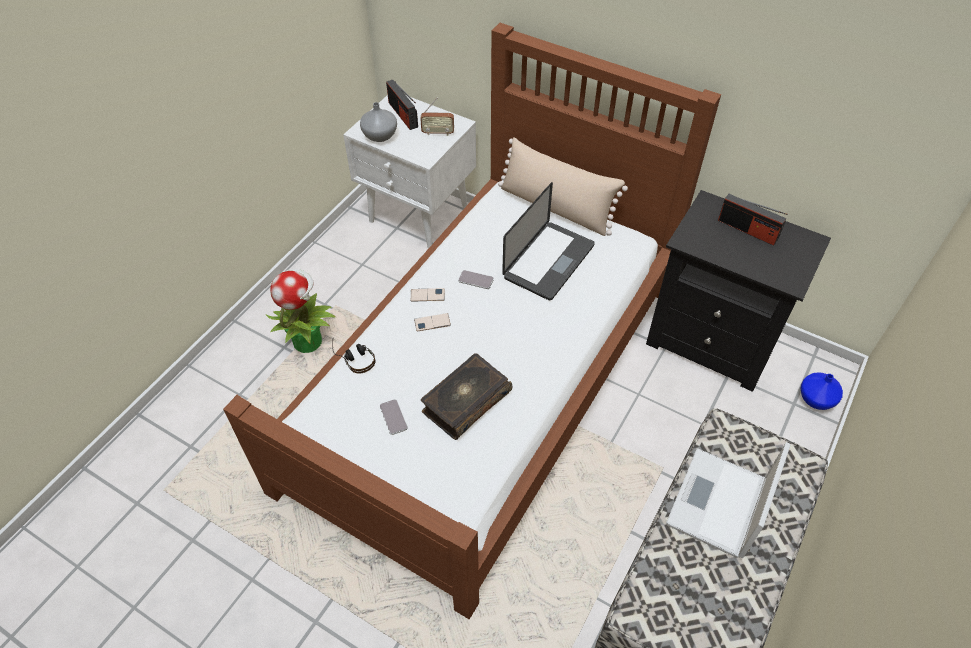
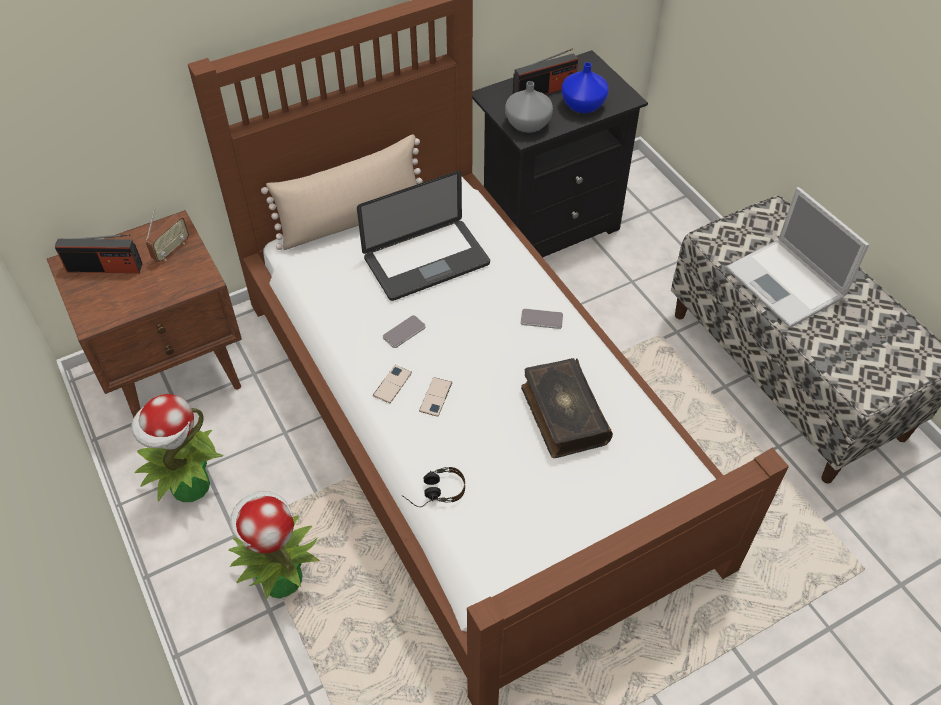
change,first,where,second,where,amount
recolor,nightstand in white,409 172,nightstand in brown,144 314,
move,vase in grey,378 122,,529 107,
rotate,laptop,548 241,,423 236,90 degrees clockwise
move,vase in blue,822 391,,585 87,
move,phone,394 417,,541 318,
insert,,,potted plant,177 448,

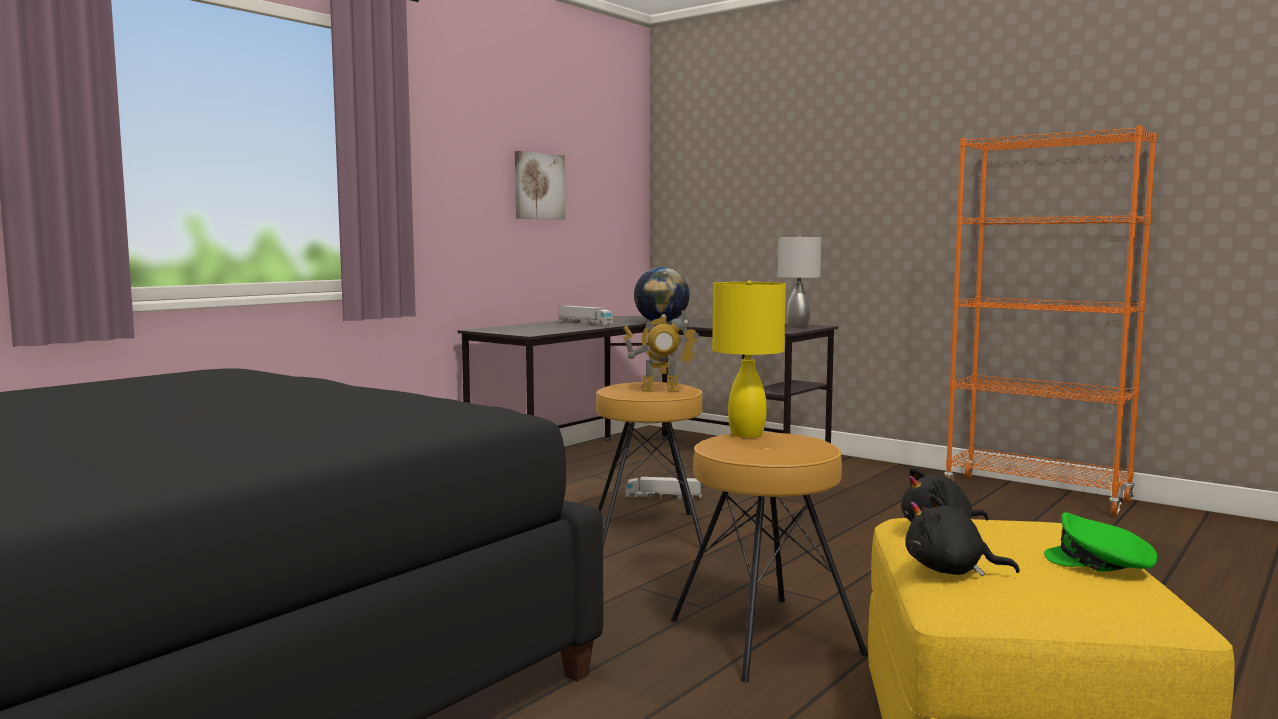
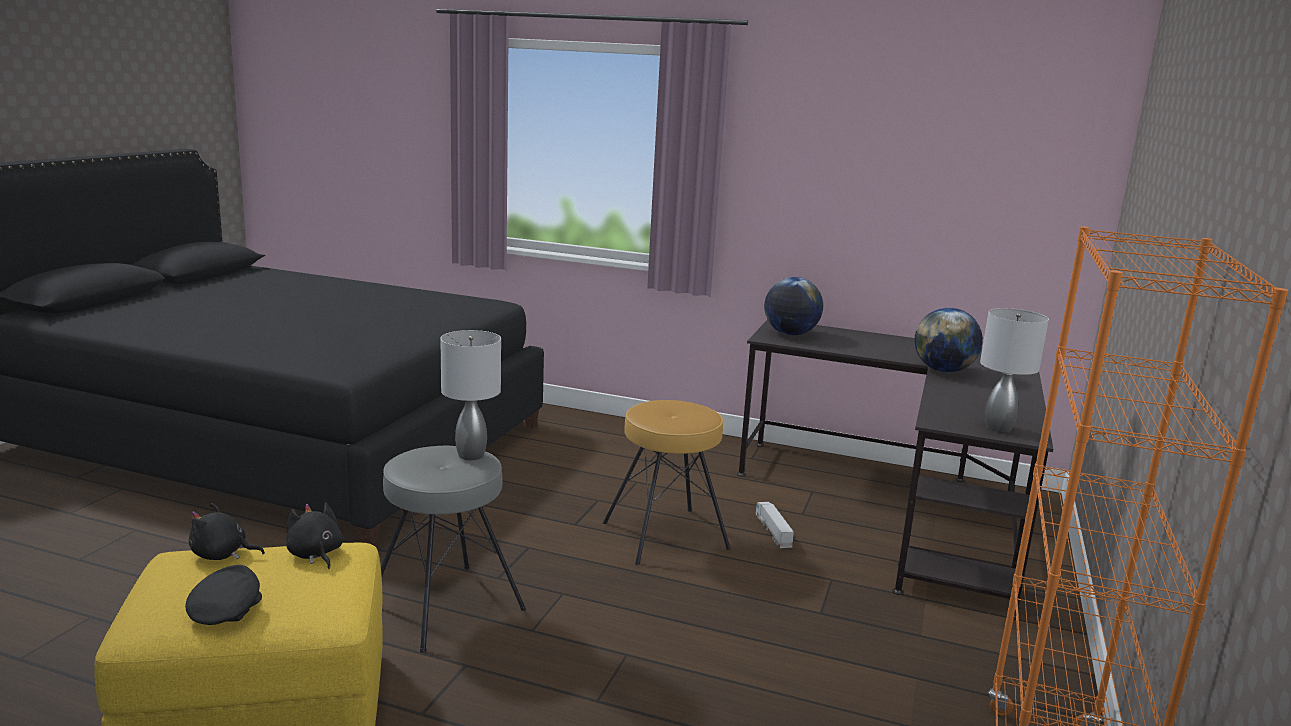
change,first,where,second,where,amount
delete,picture,540 185,,,
recolor,table lamp in yellow,749 359,table lamp in grey,470 395,
delete,toy truck,585 315,,,
delete,toy robot,661 351,,,
recolor,stool in brown,769 557,stool in grey,453 549,
rotate,plush toy in black,962 535,,227 531,90 degrees counterclockwise
recolor,cap in green,1100 541,cap in black,223 595,
insert,,,globe,793 306,

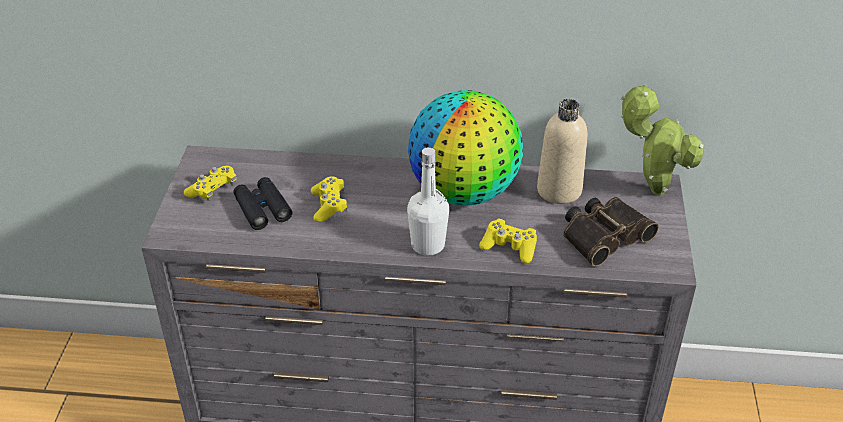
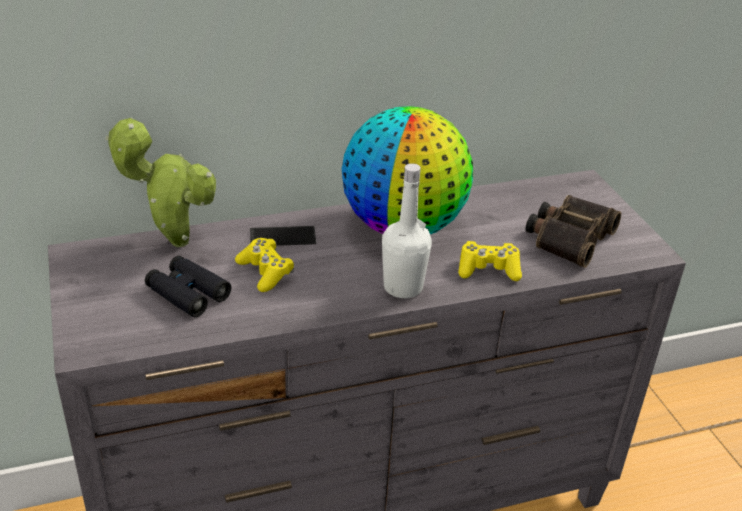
change,first,where,second,where,amount
move,potted plant,663 139,,160 182,
delete,bottle in beige,562 151,,,
delete,game controller in yellow,210 183,,,
insert,,,phone,283 236,

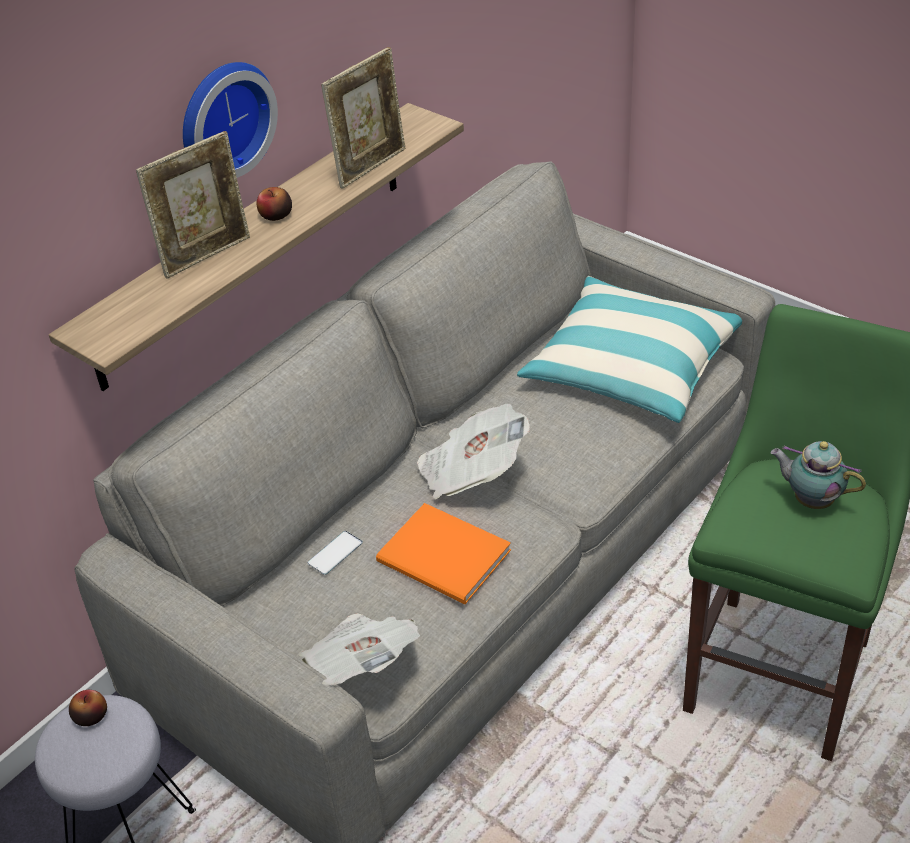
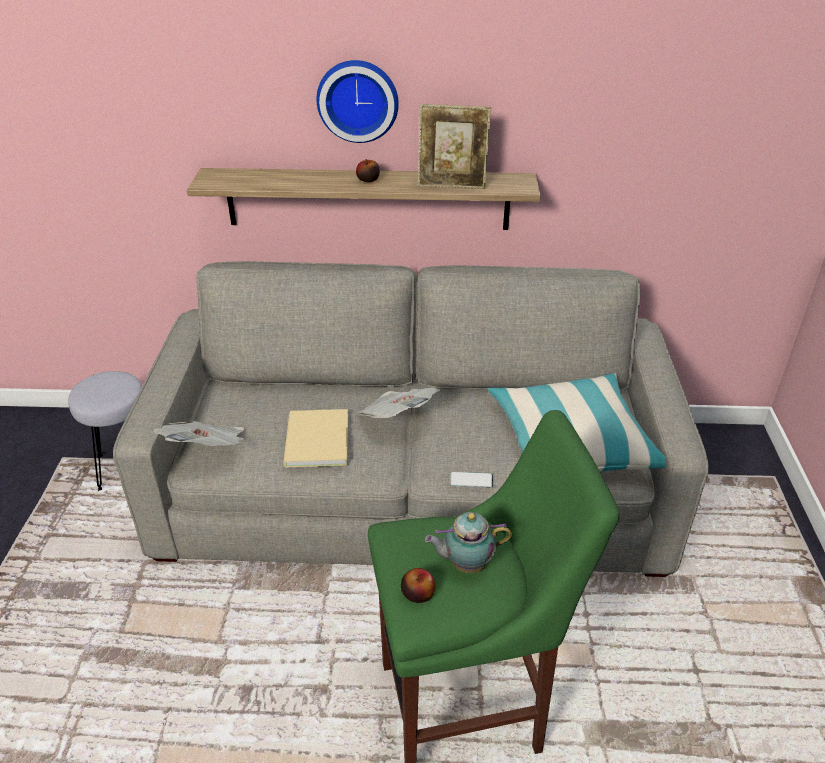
change,first,where,second,where,amount
delete,picture frame,193 205,,,
rotate,teapot,818 475,,468 542,90 degrees counterclockwise
recolor,book in orange,443 553,book in beige,315 438,
move,phone,335 553,,471 480,
move,apple,88 708,,418 585,

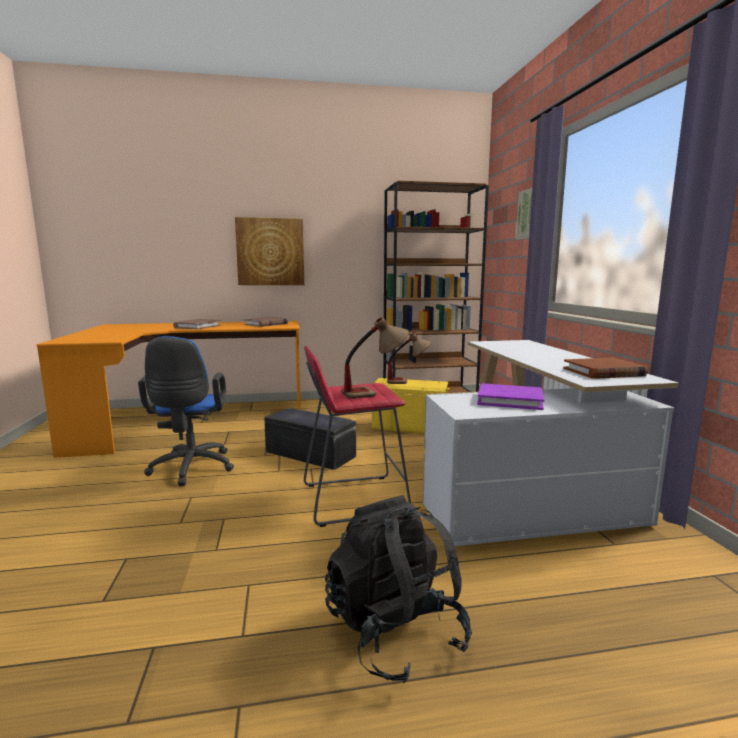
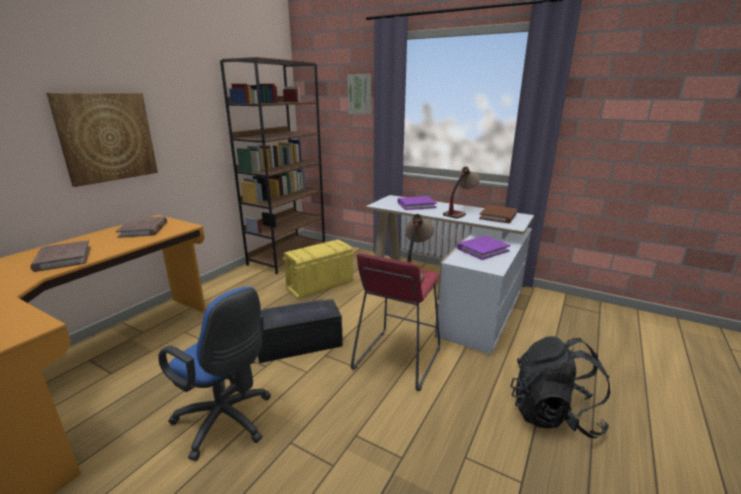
change,first,where,second,where,amount
move,table lamp,409 358,,461 192,
insert,,,book in purple,417 203,

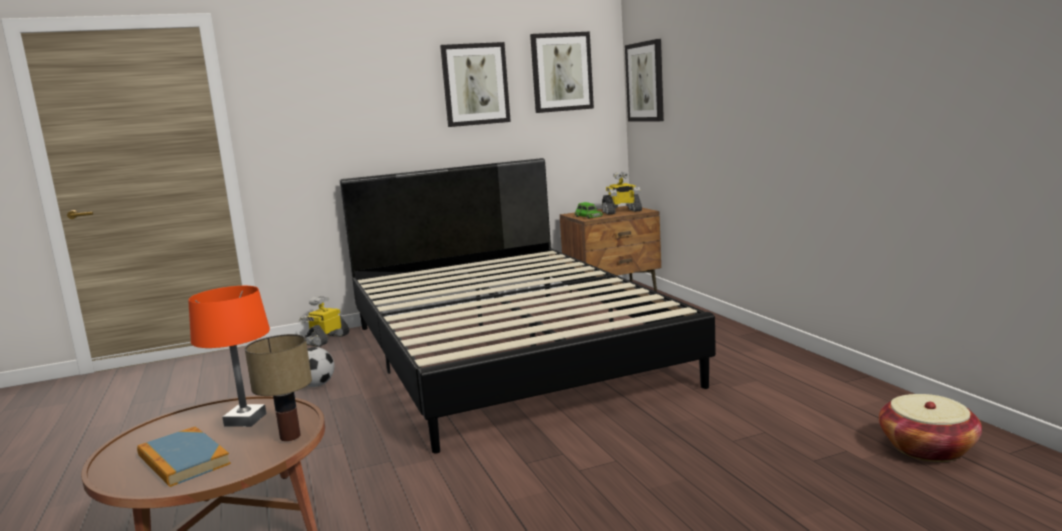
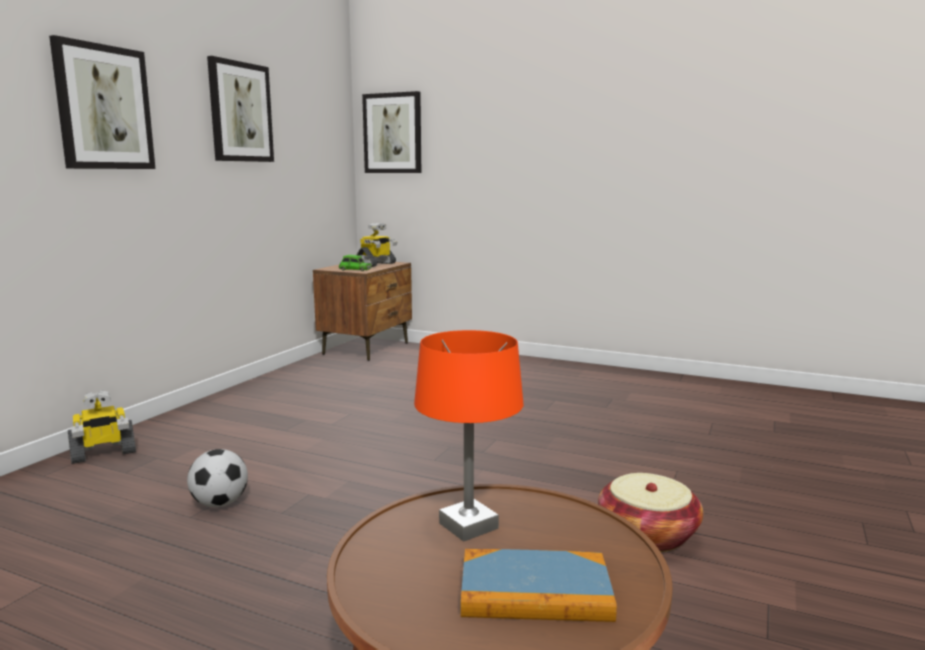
change,first,where,second,where,amount
move,picture,562 72,,102 102,
delete,bed in black,528 306,,,
rotate,toy robot,324 321,,102 427,105 degrees counterclockwise
delete,table lamp,278 387,,,
move,basket,930 428,,650 512,

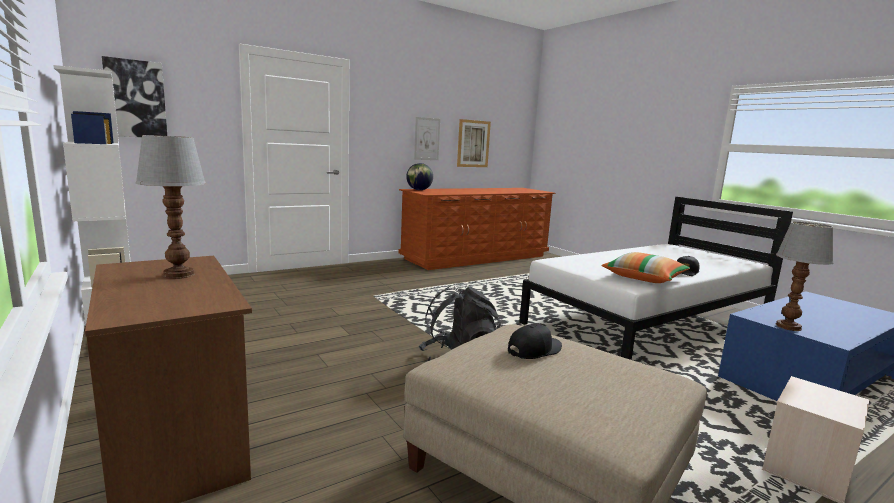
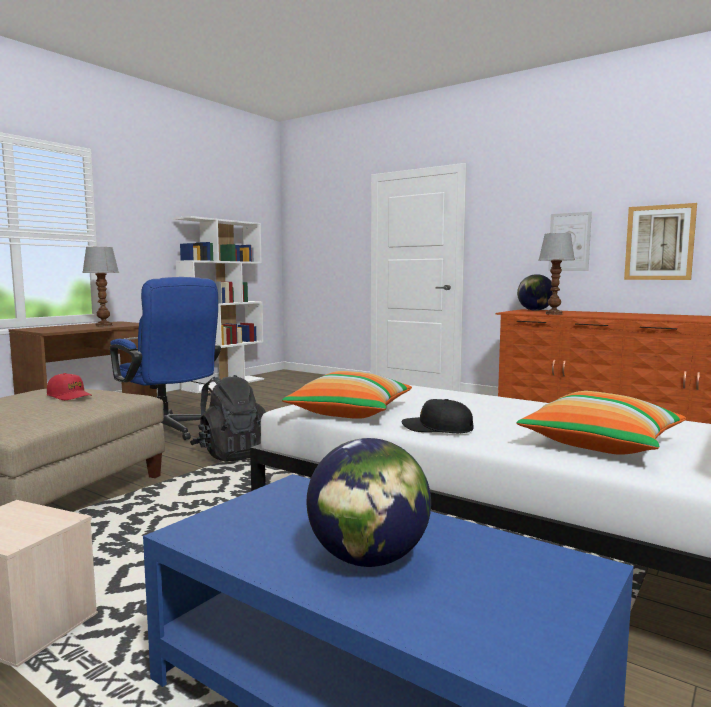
change,first,where,second,where,amount
delete,picture,134 96,,,
move,table lamp,804 276,,557 274,
recolor,cap in black,535 341,cap in red,69 386,
insert,,,office chair in blue,165 358,
insert,,,pillow,601 423,
insert,,,globe,368 502,

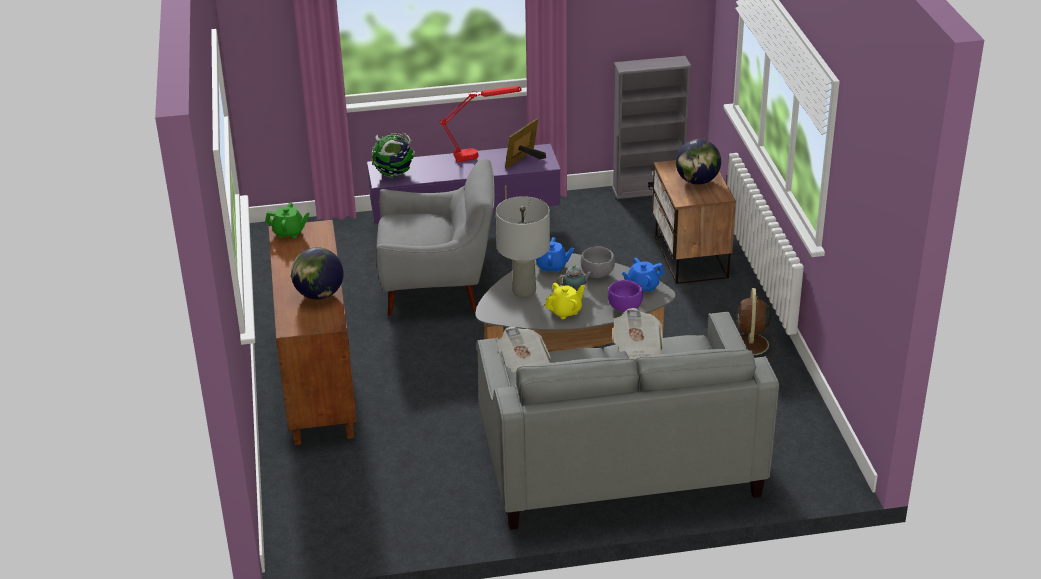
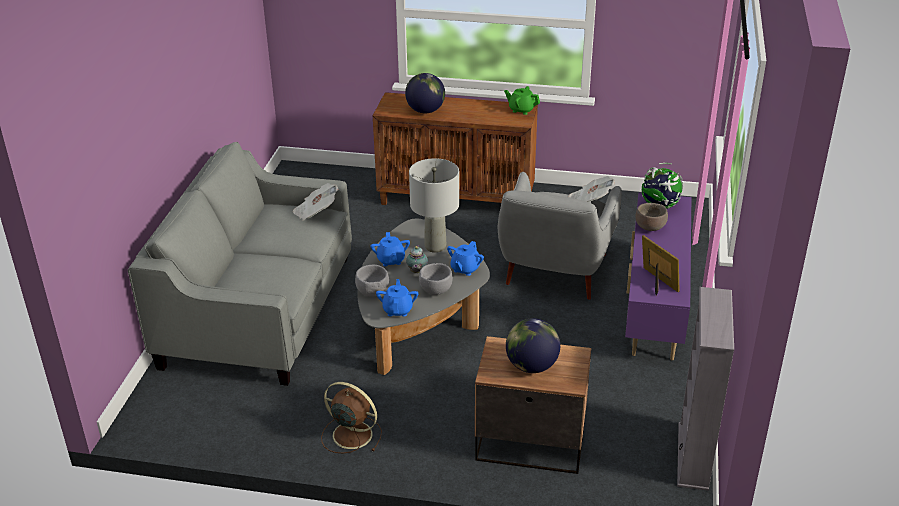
change,first,where,second,where,amount
delete,table lamp in red,480 124,,,
rotate,teapot in green,287 220,,522 100,90 degrees clockwise
recolor,bowl in purple,625 296,bowl in grey,372 280,
recolor,teapot in yellow,565 301,teapot in blue,390 249,
move,newspaper,637 334,,591 189,
insert,,,bowl in brown,651 217,

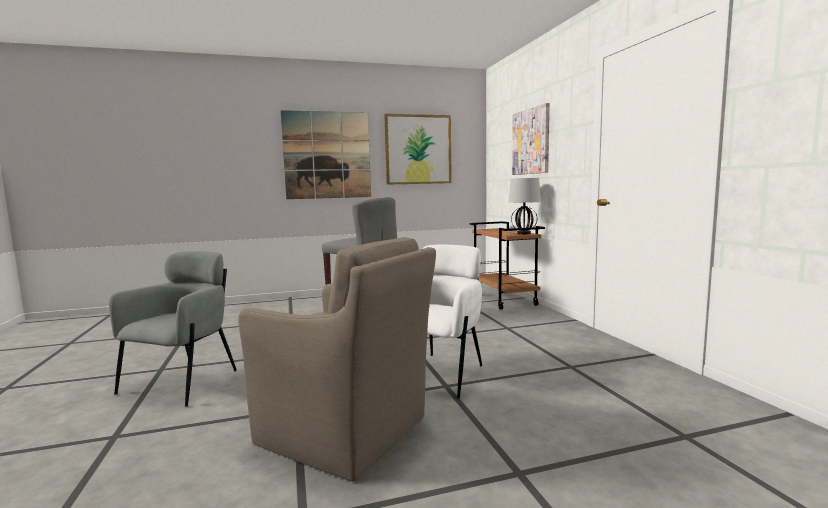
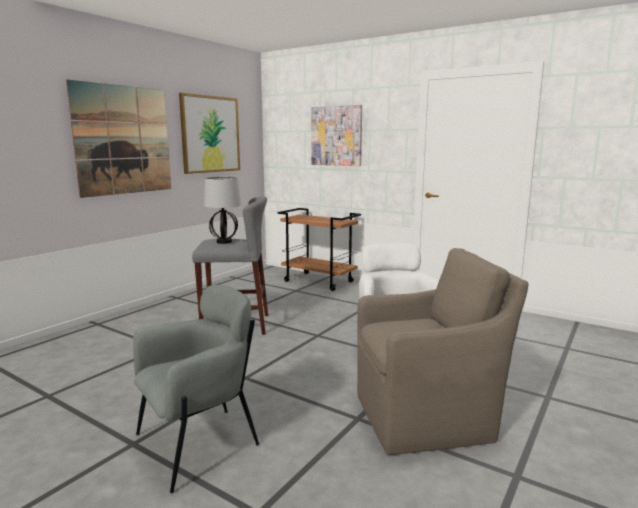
change,first,where,second,where,amount
move,table lamp,525 206,,222 210,
rotate,armchair in grey,173 329,,196 389,75 degrees clockwise

